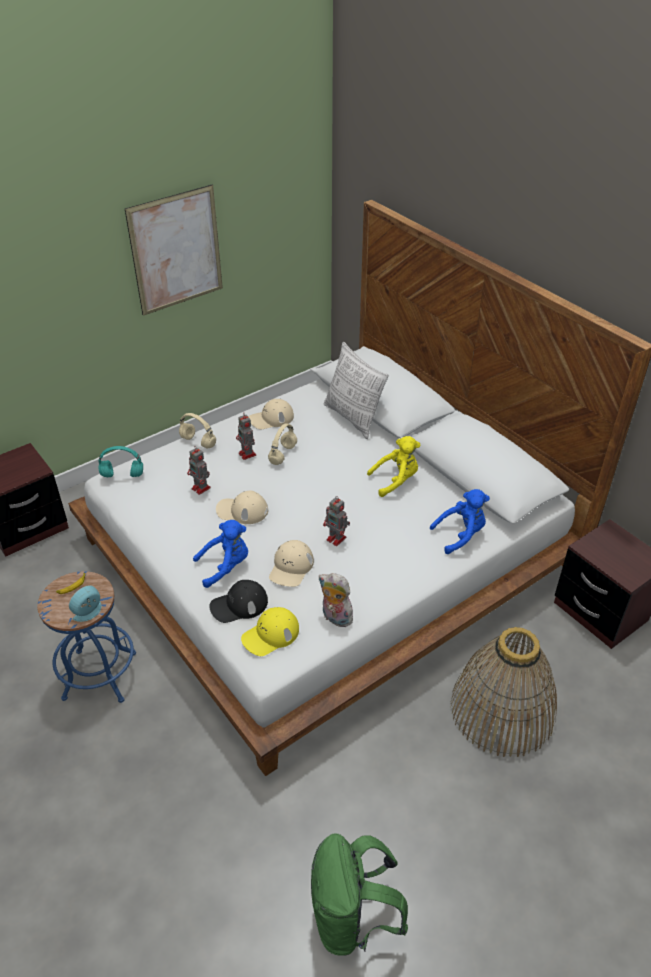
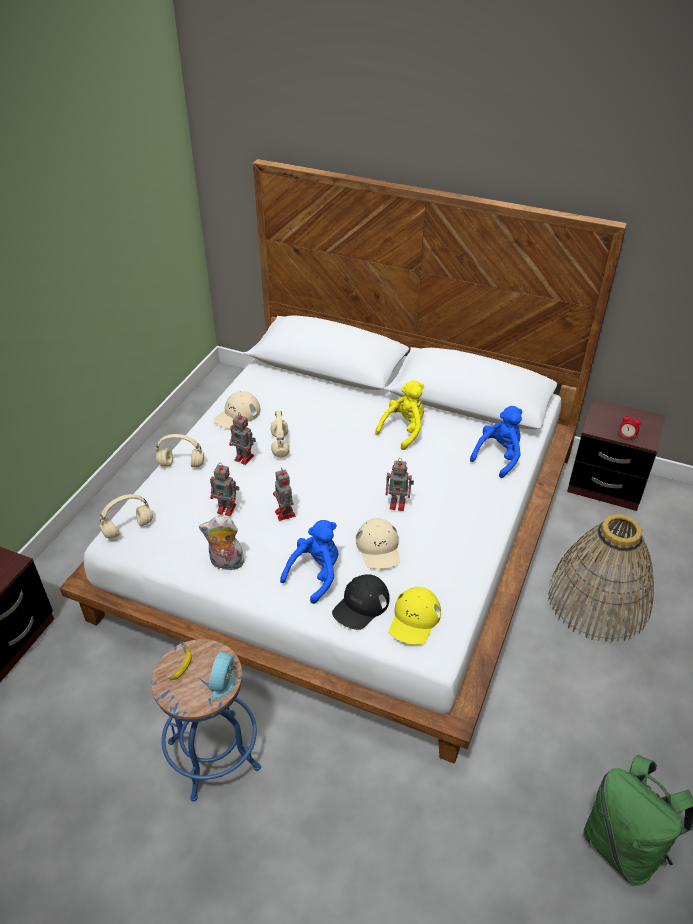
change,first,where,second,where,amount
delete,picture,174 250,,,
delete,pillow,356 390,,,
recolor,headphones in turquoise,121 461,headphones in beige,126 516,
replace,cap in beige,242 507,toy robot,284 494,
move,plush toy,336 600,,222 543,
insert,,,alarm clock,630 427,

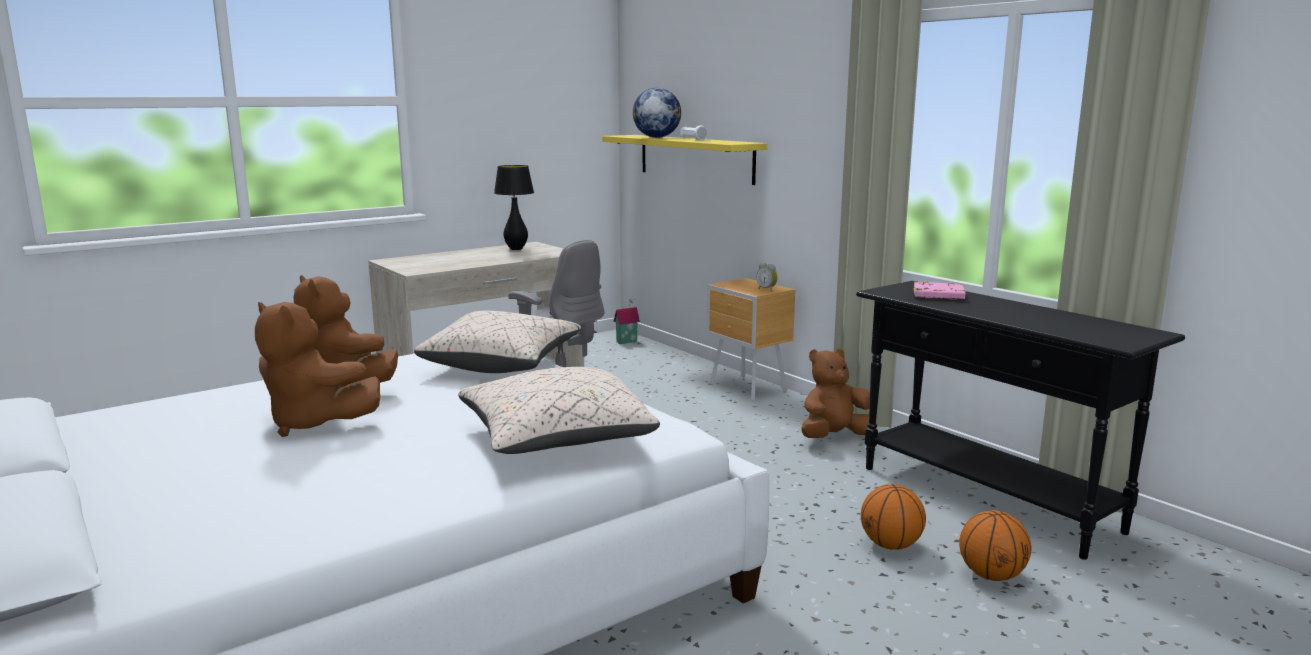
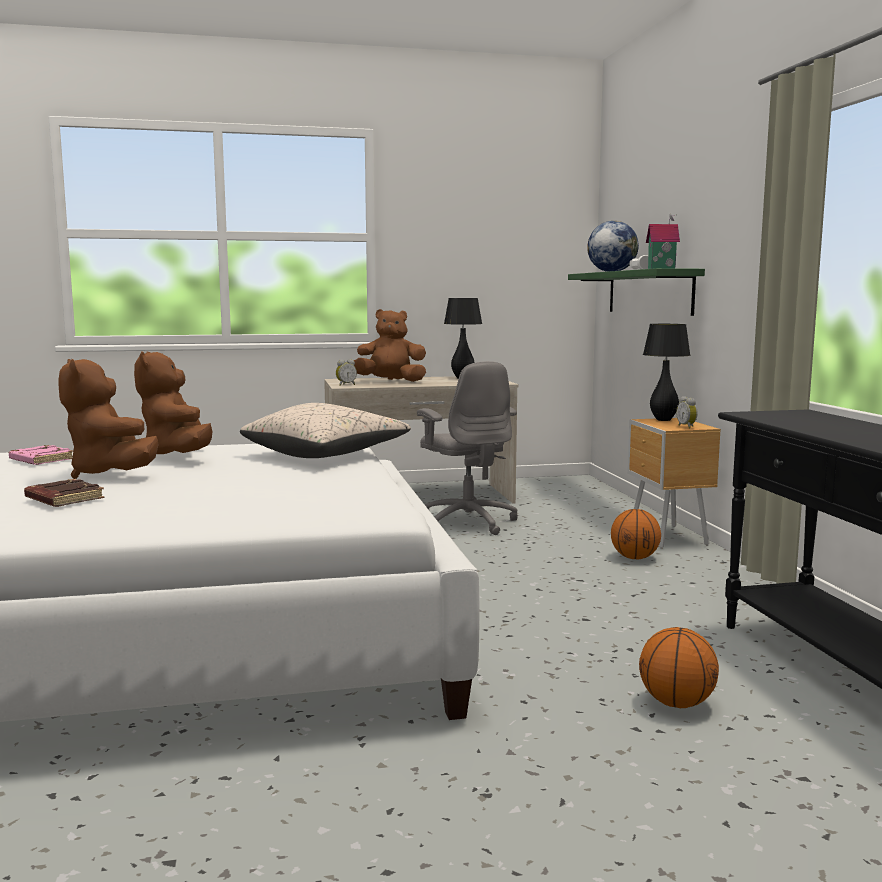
change,first,where,second,where,amount
recolor,shelf in yellow,684 160,shelf in green,636 292,
move,book in pink,939 290,,41 455,
move,toy house,626 321,,663 241,
move,plush toy in brown,835 393,,390 345,
delete,pillow in beige,559 410,,,
move,basketball,995 545,,636 534,
insert,,,table lamp in black,666 372,
insert,,,alarm clock,346 372,
insert,,,book in brown,64 493,

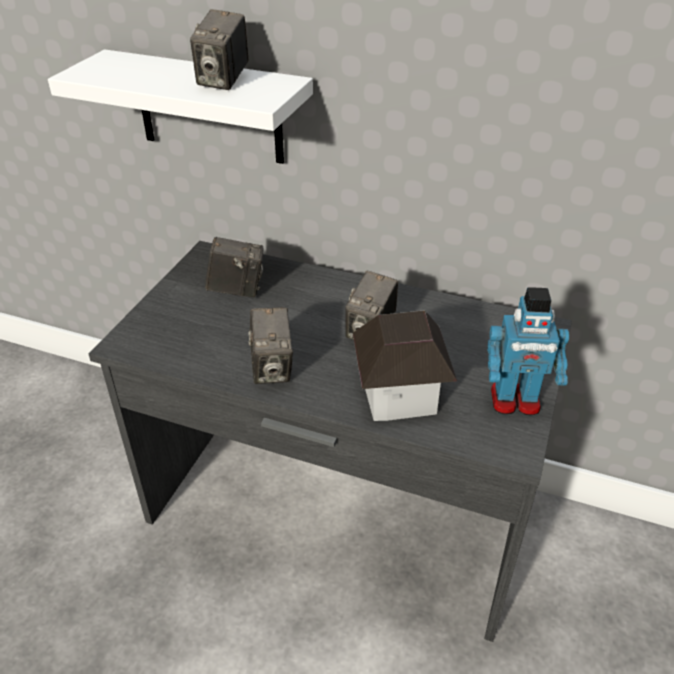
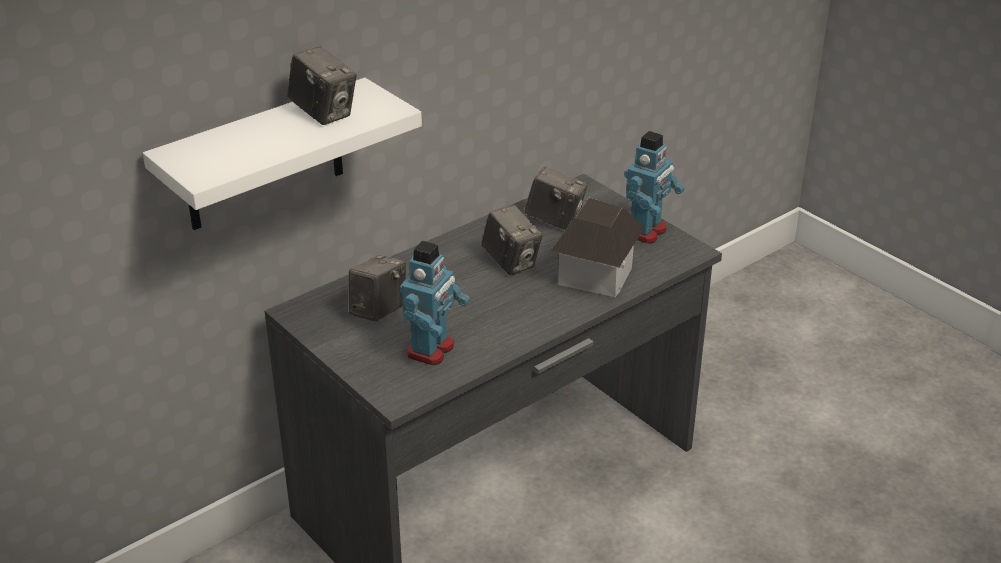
change,first,where,second,where,amount
move,photo camera,270 345,,556 198,
insert,,,toy robot,435 303,

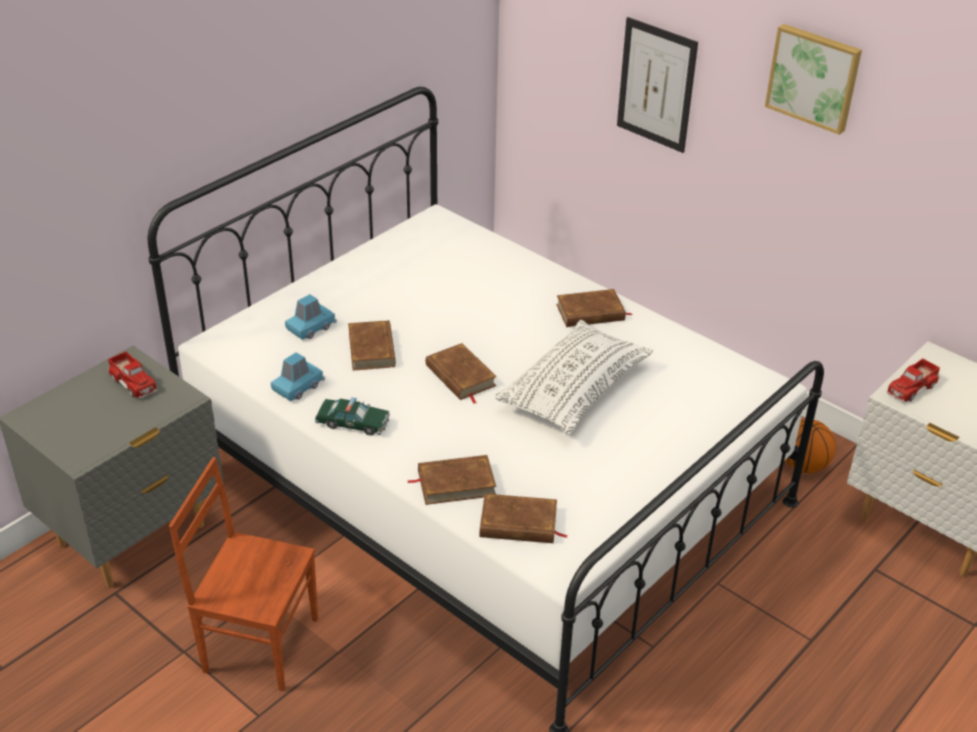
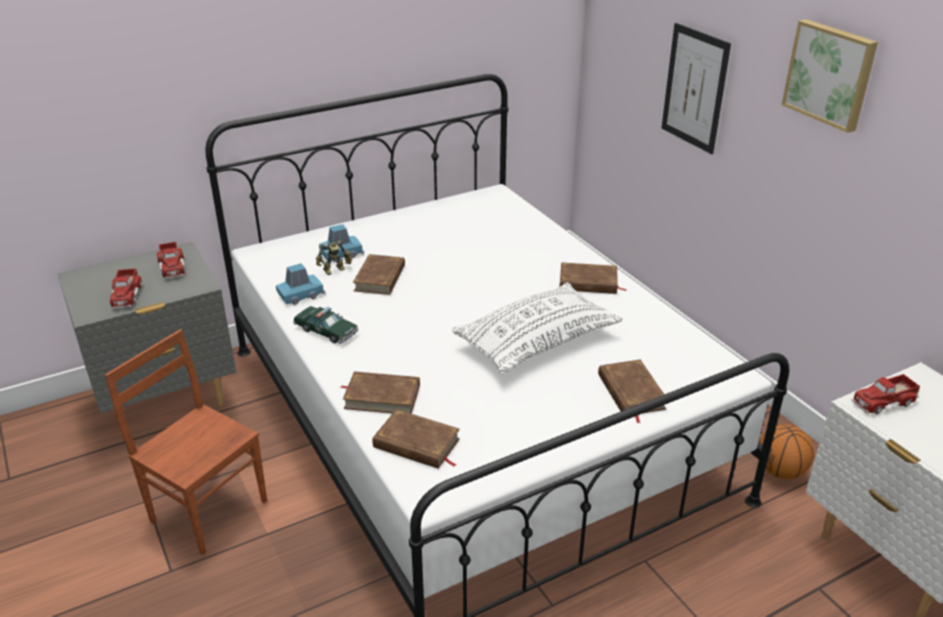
change,first,where,second,where,amount
move,book in brown,461 373,,632 391,
insert,,,toy robot,334 257,
insert,,,toy truck,126 289,

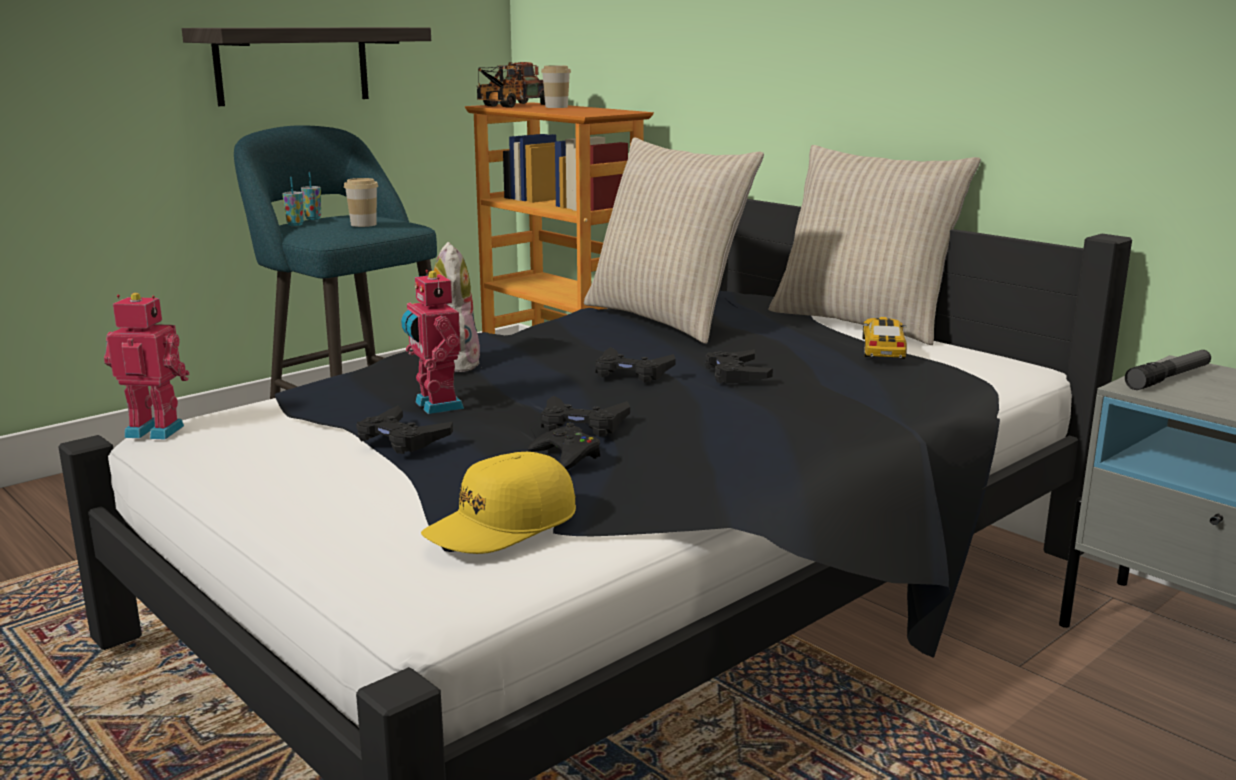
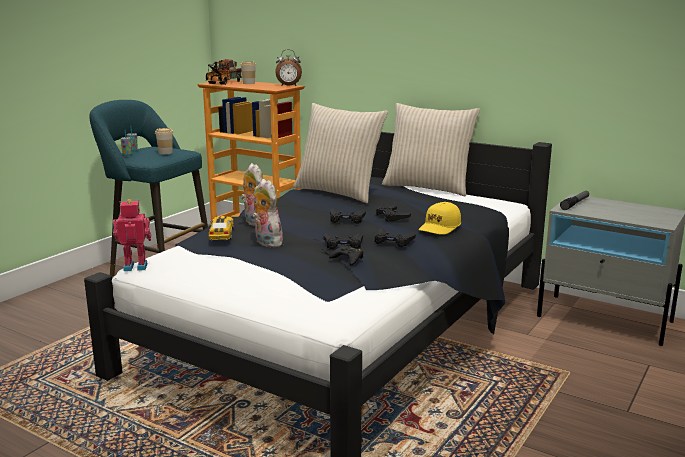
change,first,where,second,where,amount
delete,shelf,306 66,,,
replace,toy robot,432 342,plush toy,267 213,
move,toy car,884 338,,221 228,
move,game controller in black,404 430,,395 237,
move,cap in yellow,498 503,,440 218,
insert,,,alarm clock,288 67,

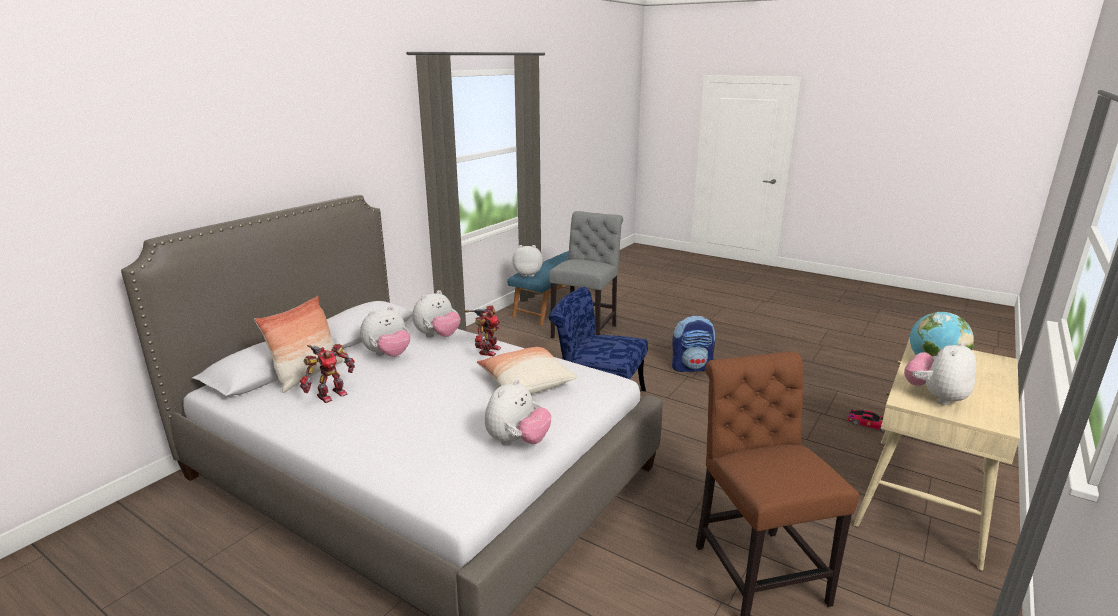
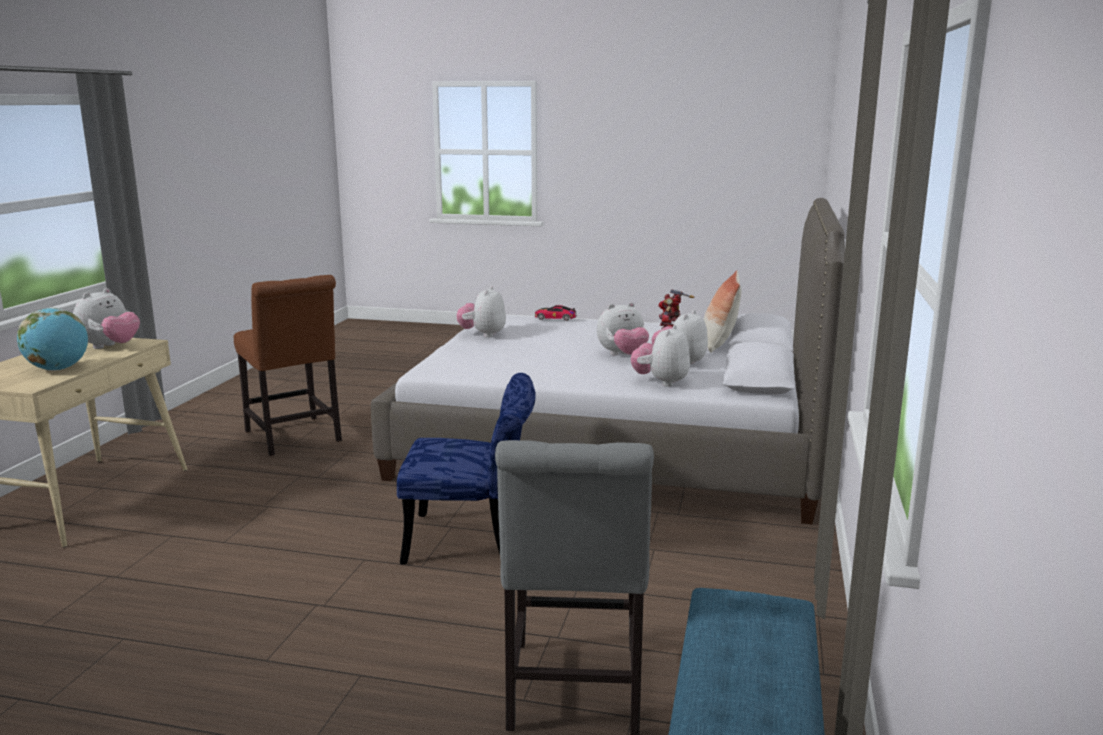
change,first,where,second,where,amount
move,plush toy,527 261,,623 329,
delete,toy robot,483 330,,,
delete,backpack,693 344,,,
delete,pillow,527 370,,,
move,toy car,866 421,,556 313,

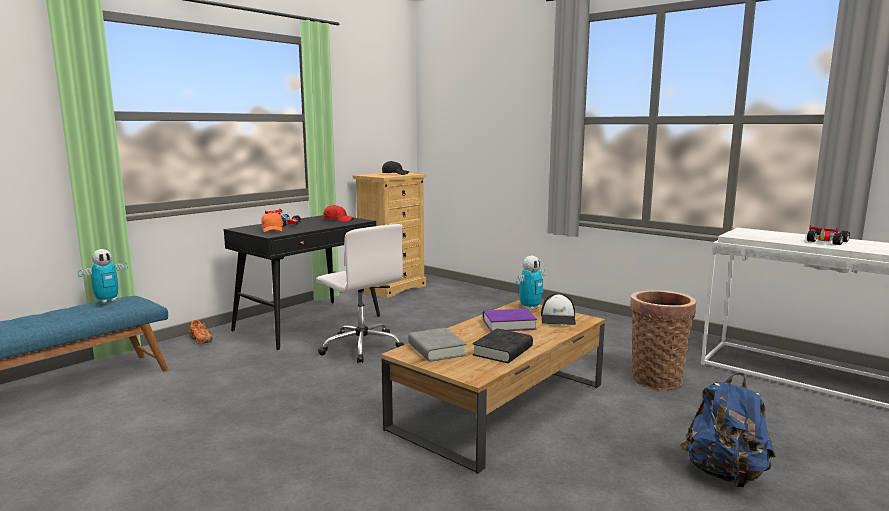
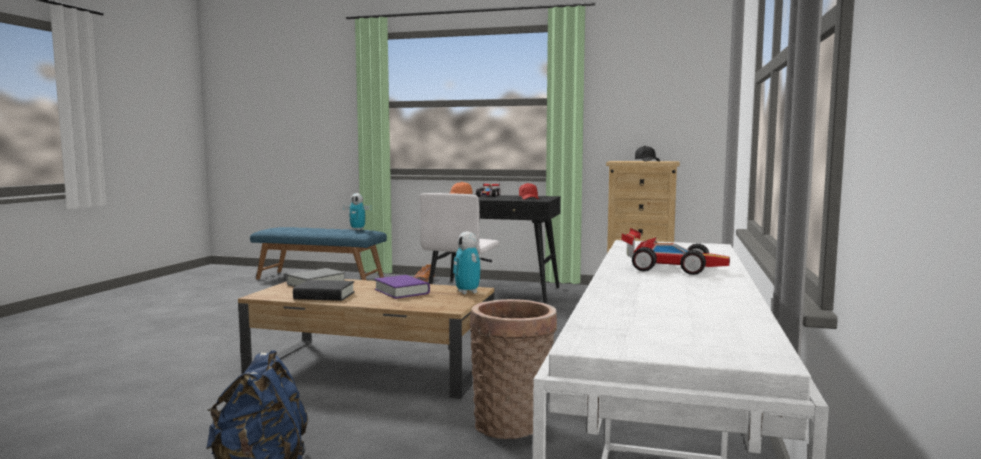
change,first,where,second,where,amount
rotate,toy robot,531 282,,466 263,45 degrees clockwise
delete,cap,558 309,,,

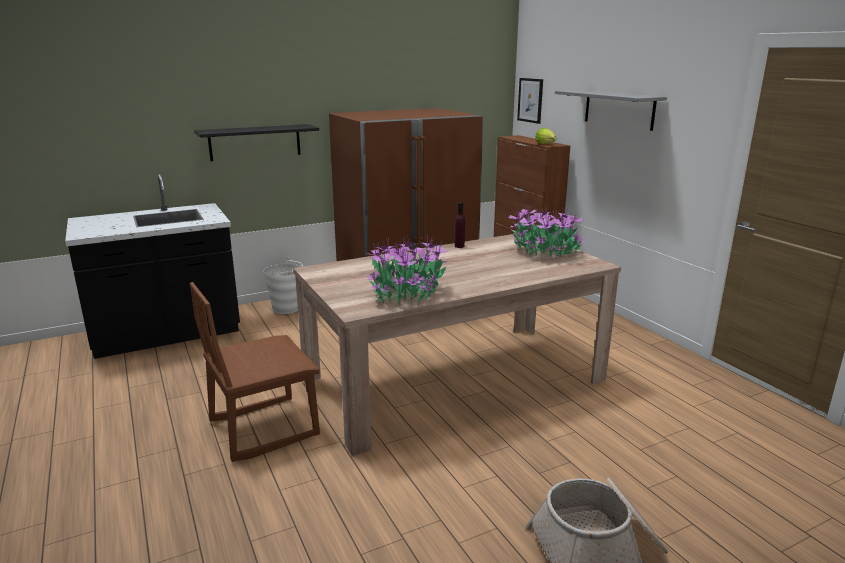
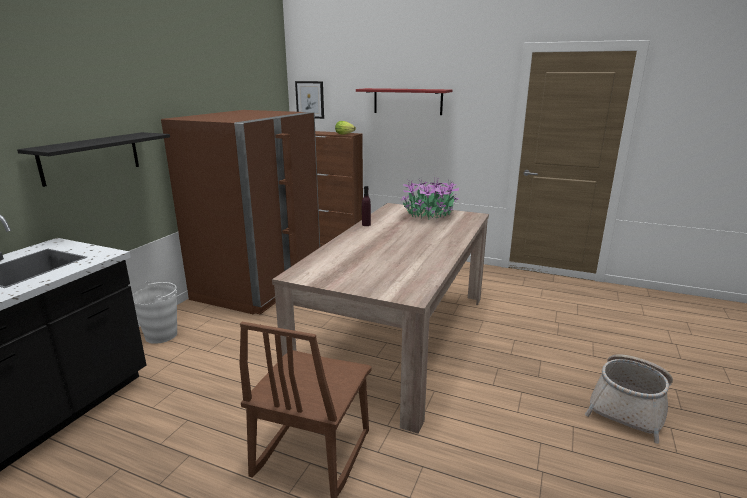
change,first,where,second,where,amount
recolor,shelf in grey,611 110,shelf in red,404 101,
delete,potted plant,408 270,,,

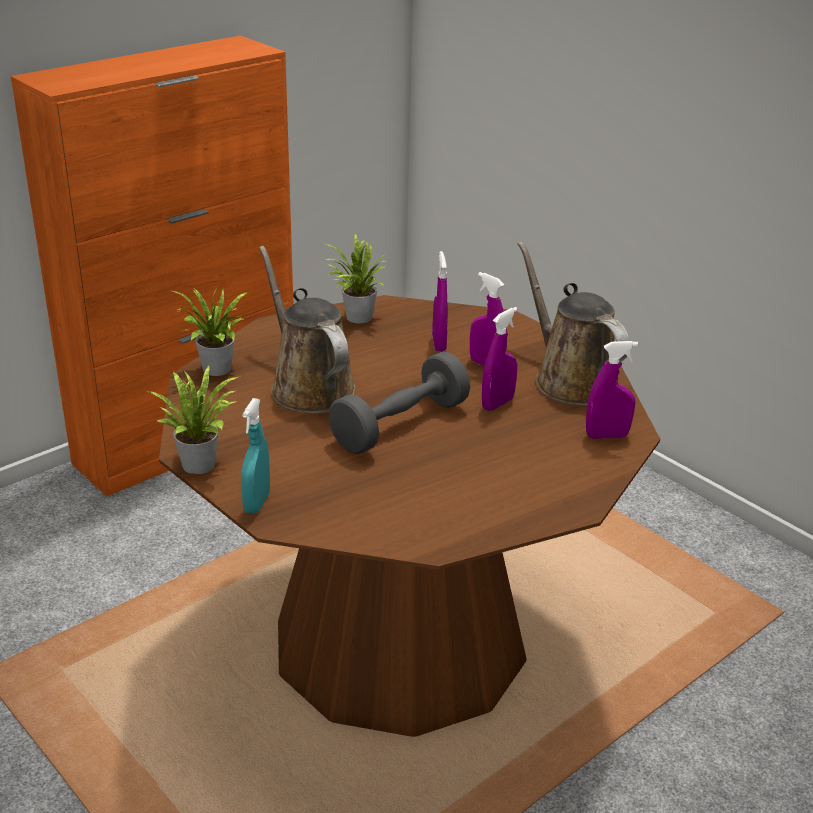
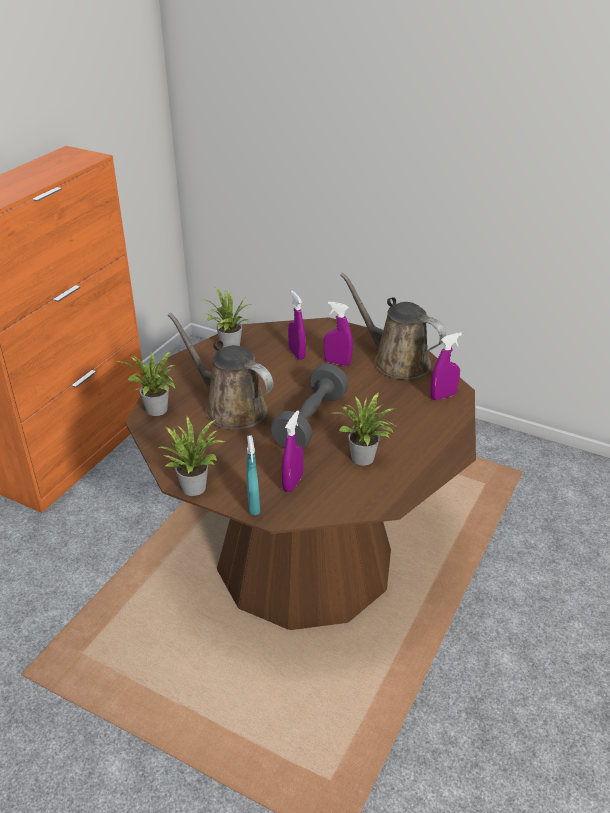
change,first,where,second,where,amount
move,spray bottle in purple,500 359,,293 451,
insert,,,potted plant,363 428,

